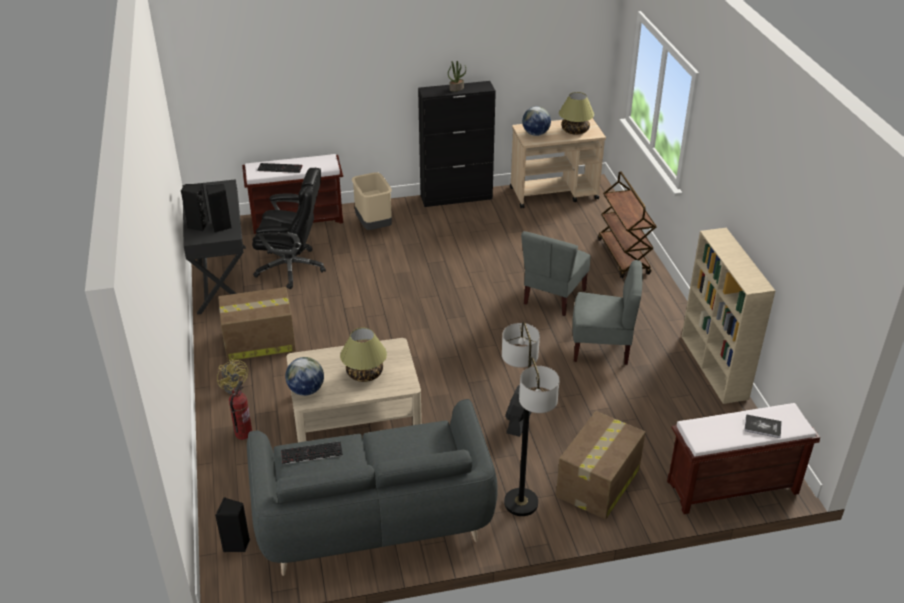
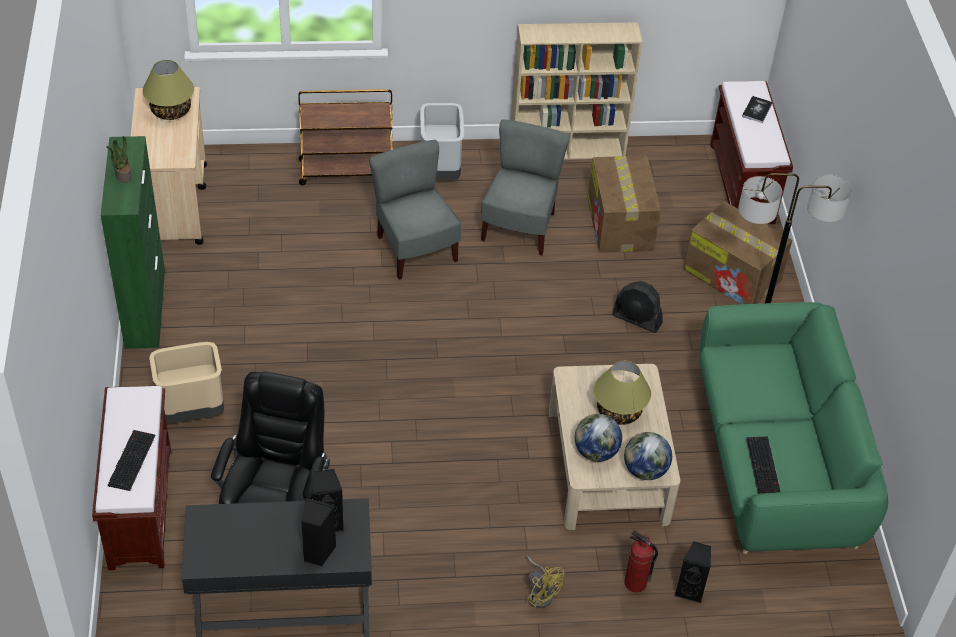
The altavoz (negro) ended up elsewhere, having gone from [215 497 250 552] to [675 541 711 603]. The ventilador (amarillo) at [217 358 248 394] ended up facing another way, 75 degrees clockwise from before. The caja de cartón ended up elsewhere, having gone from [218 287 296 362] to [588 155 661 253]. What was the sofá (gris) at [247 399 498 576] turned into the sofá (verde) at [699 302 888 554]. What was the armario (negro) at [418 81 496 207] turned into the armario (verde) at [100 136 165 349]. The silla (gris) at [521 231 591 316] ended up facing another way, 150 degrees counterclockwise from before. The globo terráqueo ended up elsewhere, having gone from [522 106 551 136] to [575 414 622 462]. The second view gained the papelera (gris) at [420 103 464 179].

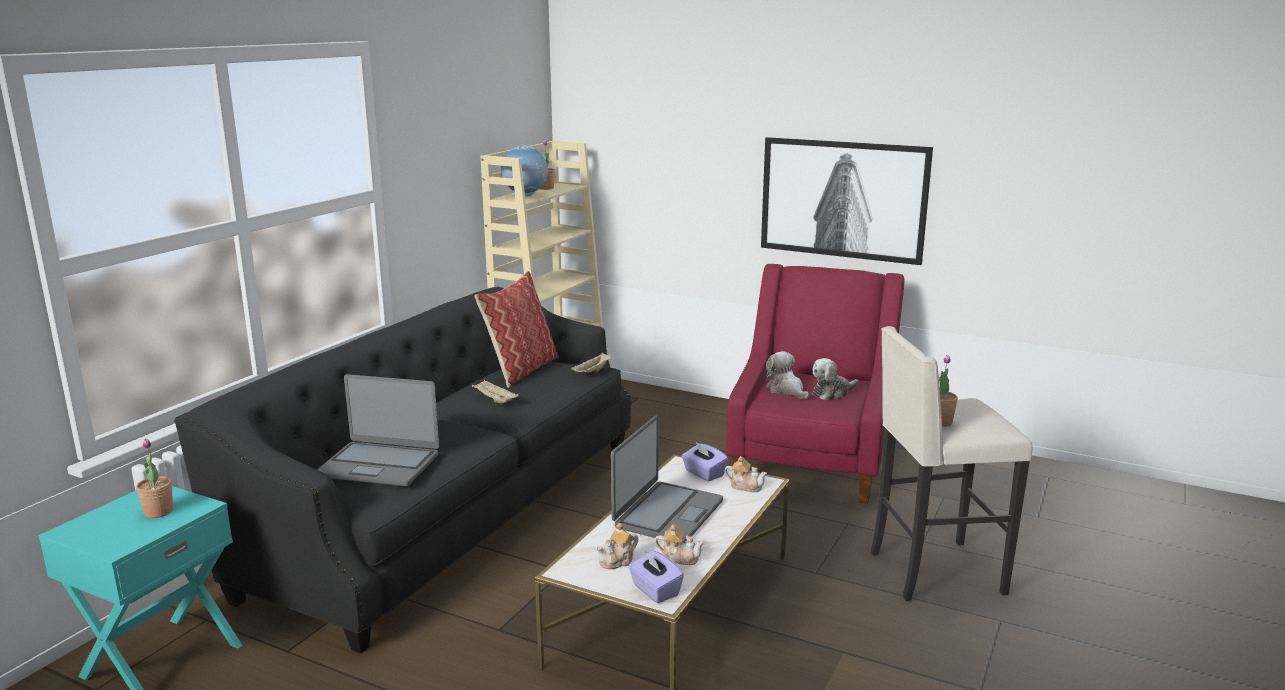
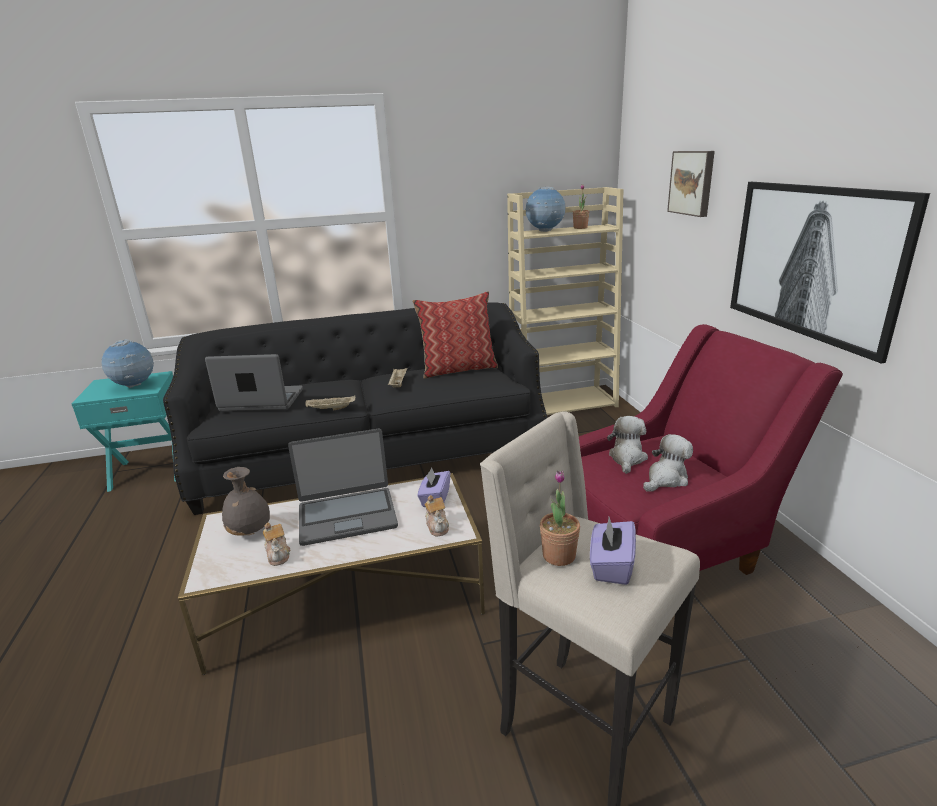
Where the planta en maceta stood at [136 438 173 518], the globo terráqueo came to stand at [101 339 154 388]. The portátil at [317 374 439 486] ended up facing another way, 120 degrees clockwise from before. The bandeja (beis) ended up elsewhere, having gone from [571 353 612 373] to [305 395 355 410]. Where the tetera stood at [596 523 638 569], the florero (gris) came to stand at [222 467 270 536]. The caja de pañuelos (morado) ended up elsewhere, having gone from [628 550 684 603] to [590 517 636 585]. The peluche at [812 358 859 400] ended up facing another way, 120 degrees clockwise from before. The second view gained the cuadro at [667 151 715 217].

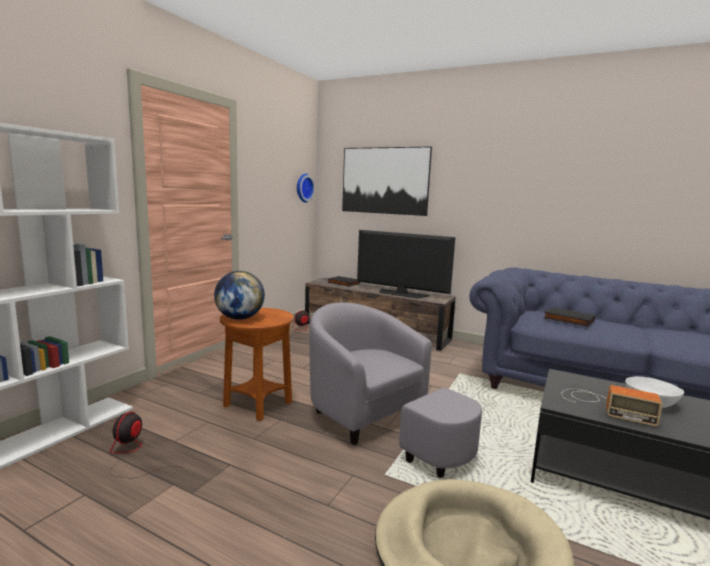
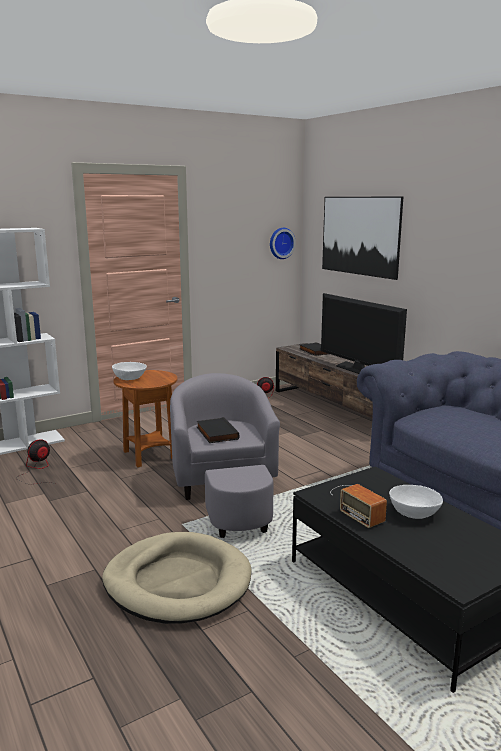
Where the globo terráqueo stood at [214 271 265 320], the cuenco (blanco) came to stand at [112 362 147 380]. The libro (negro) ended up elsewhere, having gone from [543 307 595 327] to [197 417 239 443].

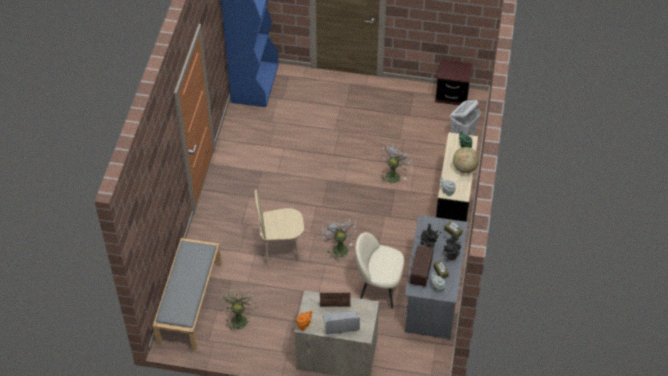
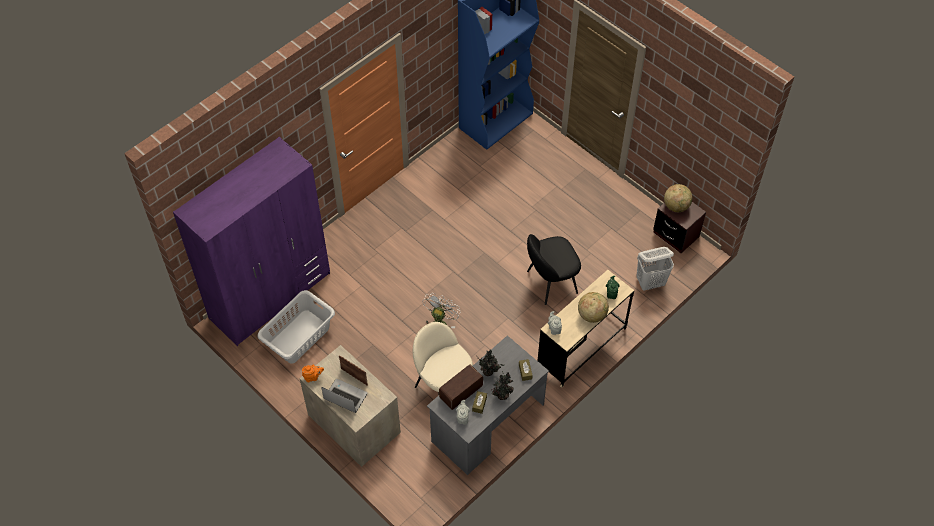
Where the banco (gris) stood at [153 238 222 350], the armario ropero (morado) came to stand at [173 137 330 346]. Where the ventilador (verde) stood at [220 291 257 333], the cesto de la ropa (gris) came to stand at [257 290 335 364]. The second view lost the silla (beis) at [255 190 304 265]. Where the ventilador (blanco) stood at [380 144 413 183], the silla (negro) came to stand at [527 234 581 305]. The second view gained the globo terráqueo at [664 184 693 212].

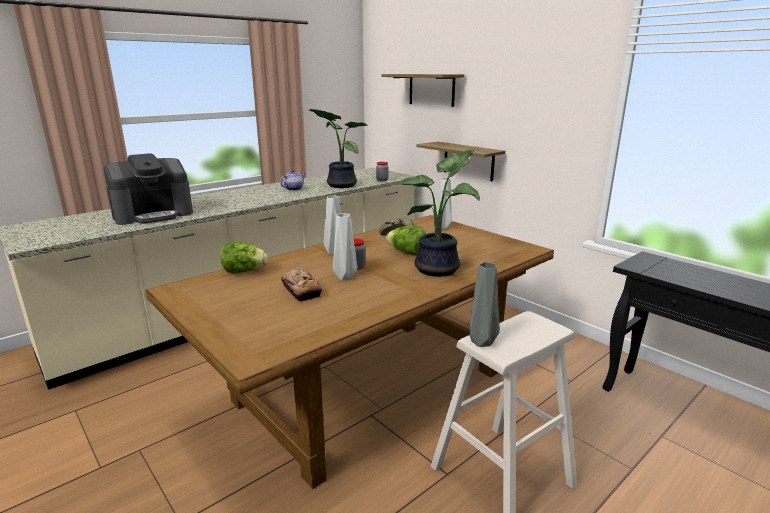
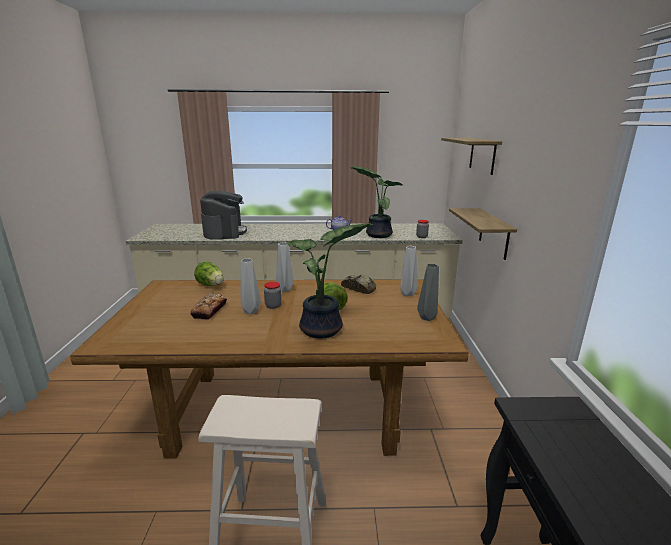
The cafetera at [104 153 193 225] ended up facing another way, 105 degrees counterclockwise from before. The florero (gris) ended up elsewhere, having gone from [469 262 500 347] to [417 264 439 321].

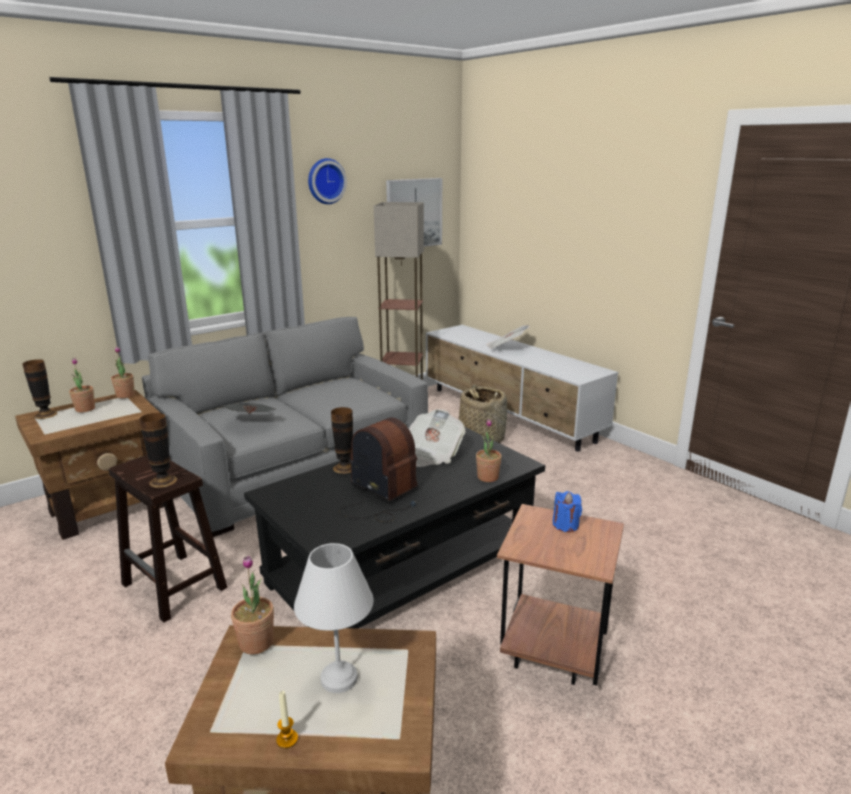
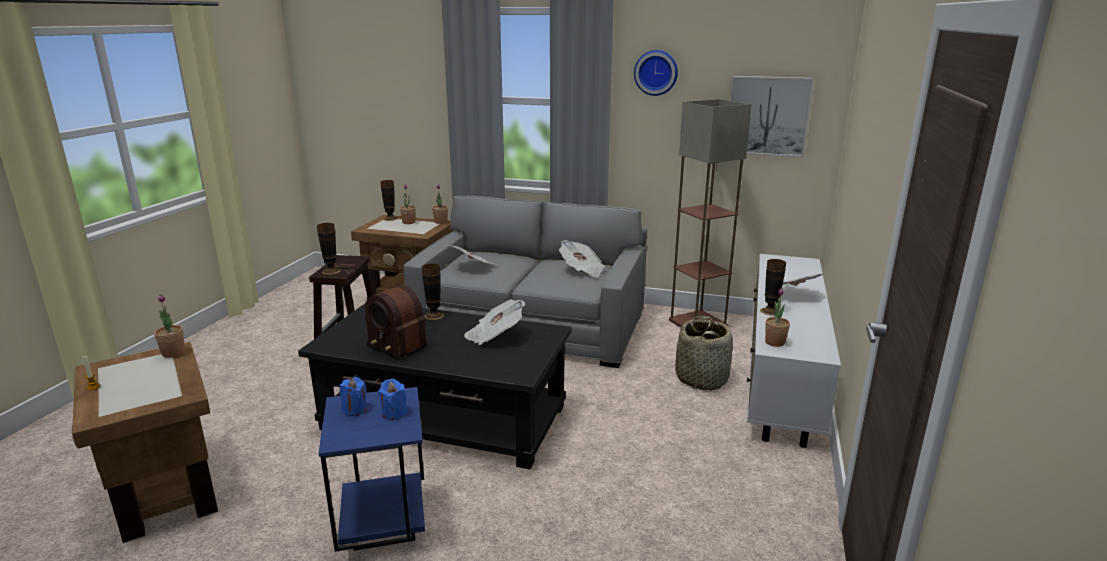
The second view lost the lámpara de mesa (blanco) at [294 543 374 693]. The radio at [338 418 419 522] ended up facing another way, 120 degrees clockwise from before. The planta en maceta ended up elsewhere, having gone from [476 419 502 482] to [765 288 790 347]. What was the mesa auxiliar (marrón) at [497 504 624 686] turned into the mesa auxiliar (azul) at [318 387 425 552]. The second view gained the vela (azul) at [340 377 367 416]. The second view gained the periódico at [559 240 605 278]. The second view gained the florero at [760 259 786 316].

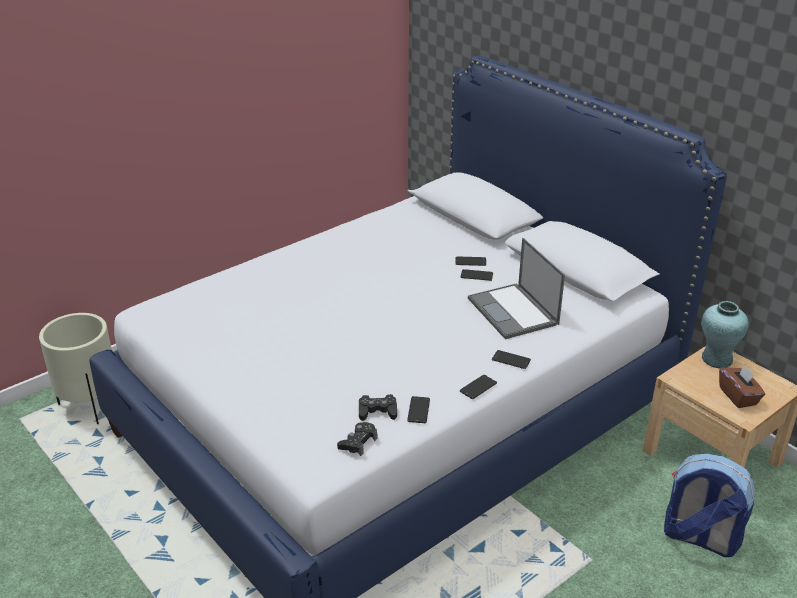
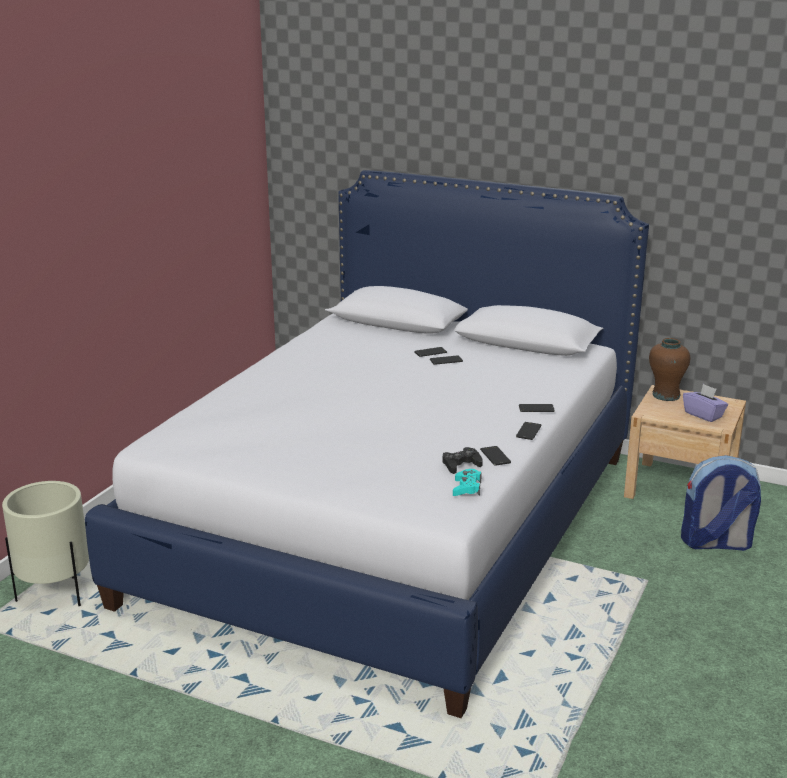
What was the mando de consola (negro) at [337 422 378 456] turned into the mando de consola (turquesa) at [453 469 482 496]. The second view lost the portátil at [468 238 565 339]. What was the florero (turquesa) at [702 301 749 369] turned into the florero (marrón) at [649 338 690 401]. What was the caja de pañuelos (marrón) at [719 364 765 408] turned into the caja de pañuelos (morado) at [683 384 728 422].

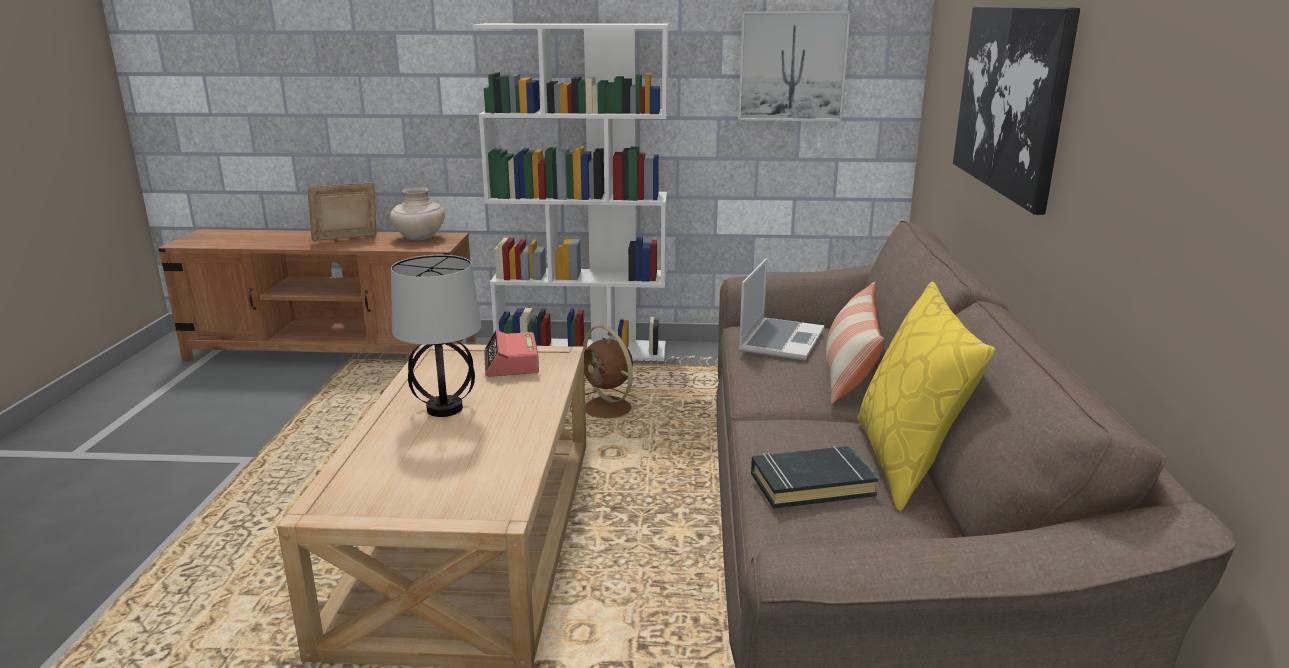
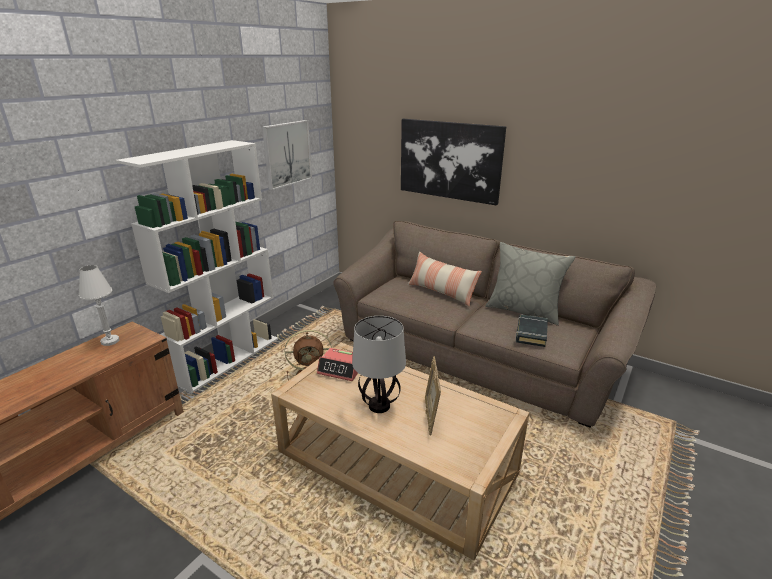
The portarretratos ended up elsewhere, having gone from [307 182 377 241] to [425 356 441 436]. Where the florero (beis) stood at [390 187 445 240], the lámpara de mesa (blanco) came to stand at [79 265 119 346]. The second view lost the portátil at [739 258 825 360]. What was the cojín (amarillo) at [857 282 995 512] turned into the cojín (gris) at [485 242 576 326].

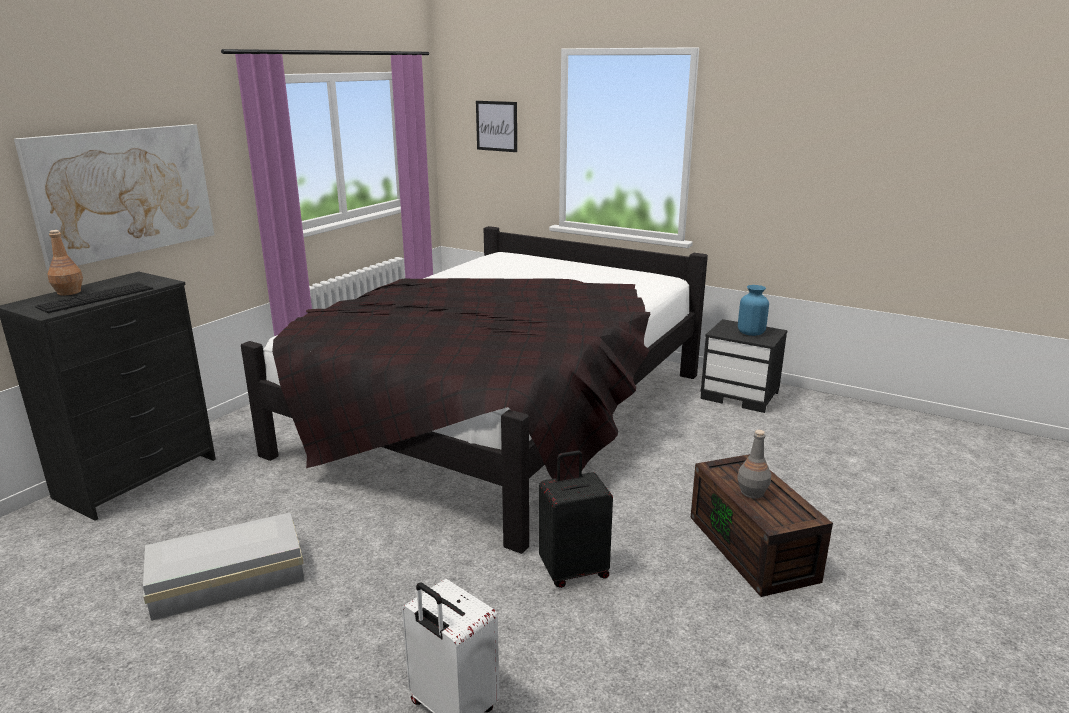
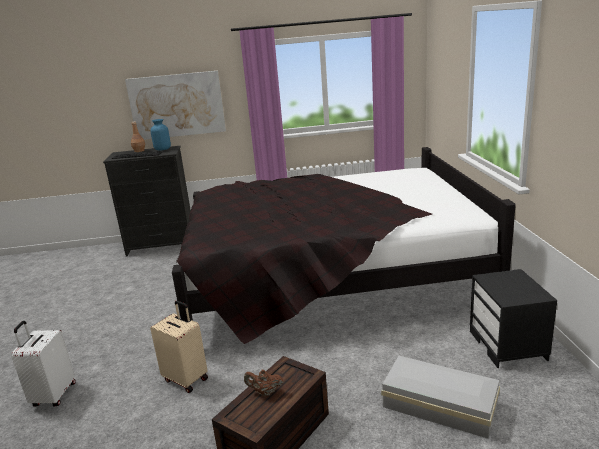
The caja de almacenaje (blanco) ended up elsewhere, having gone from [143 513 304 621] to [381 356 500 438]. The second view lost the cuadro at [476 101 517 152]. What was the maleta (negro) at [539 451 613 588] turned into the maleta (beis) at [150 301 208 393]. Where the botella (gris) stood at [737 430 771 499], the tetera (marrón) came to stand at [244 370 283 395]. The florero (azul) ended up elsewhere, having gone from [738 285 769 336] to [150 119 171 151].

